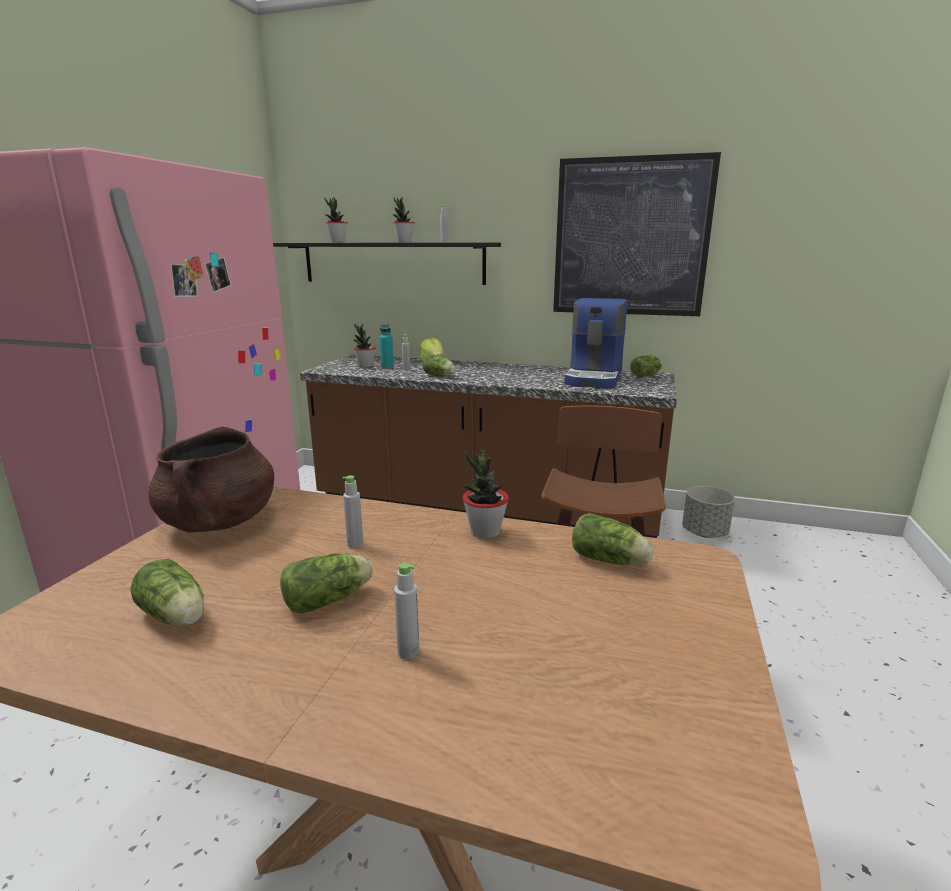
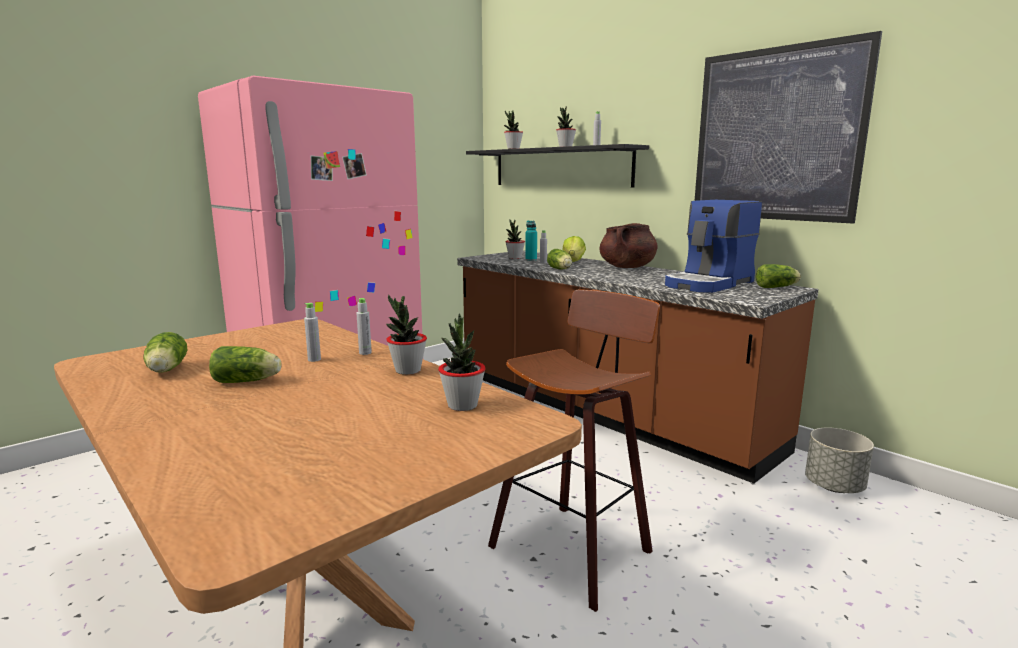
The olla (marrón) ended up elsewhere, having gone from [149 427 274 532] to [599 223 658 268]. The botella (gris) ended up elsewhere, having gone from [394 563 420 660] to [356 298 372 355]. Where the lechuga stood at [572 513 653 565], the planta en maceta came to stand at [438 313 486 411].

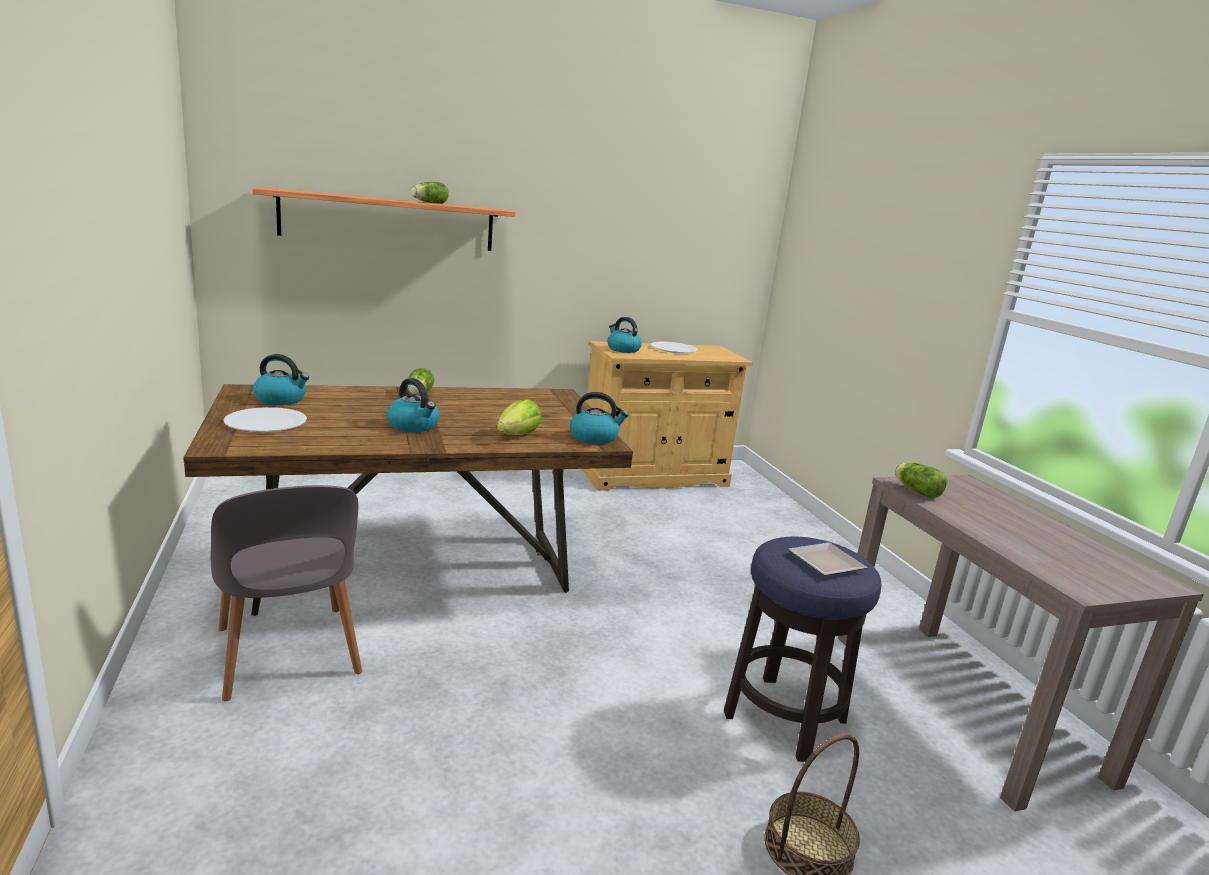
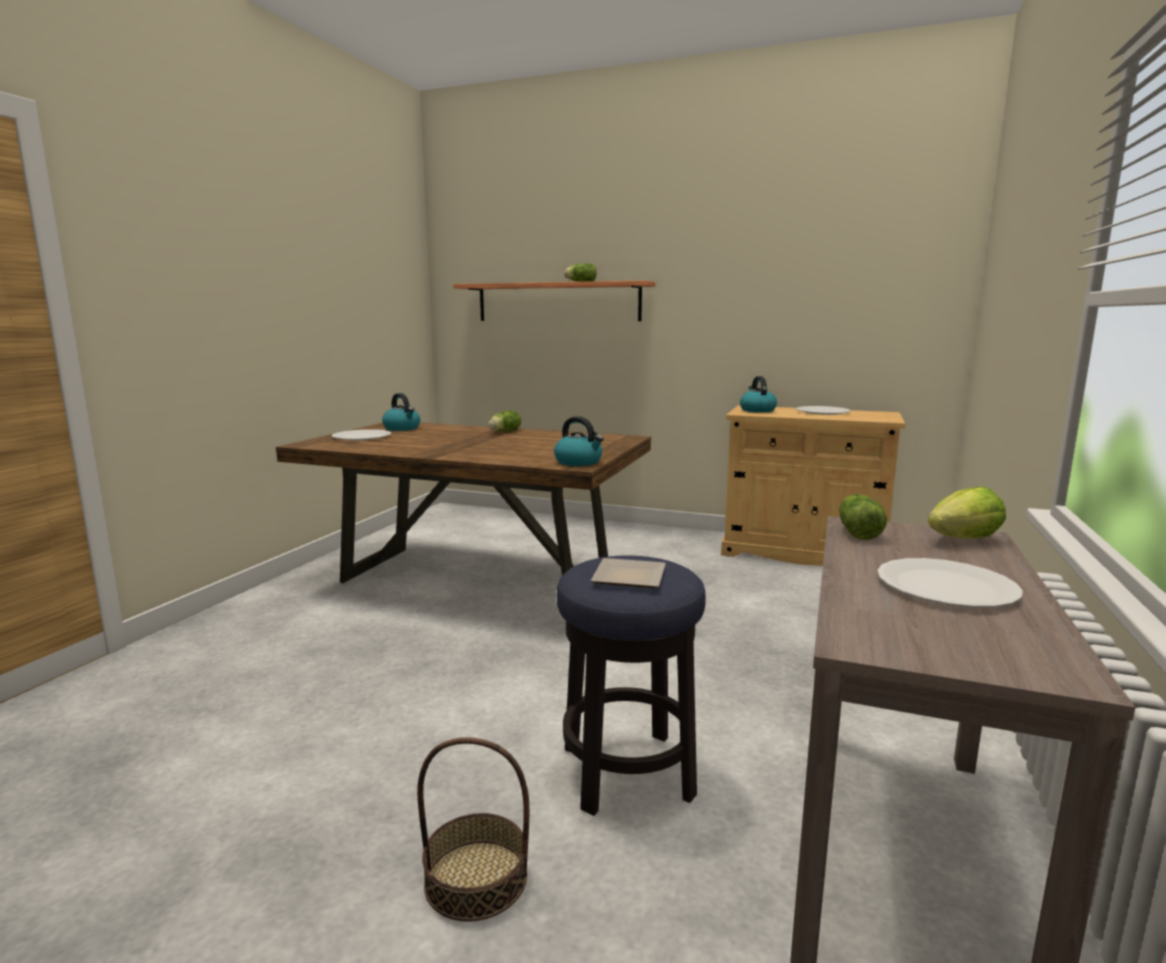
The second view lost the silla (gris) at [211 485 362 701]. The second view lost the hervidor at [387 378 439 432]. The lechuga ended up elsewhere, having gone from [497 399 542 435] to [928 486 1006 538]. The second view gained the plato (blanco) at [877 558 1023 608].

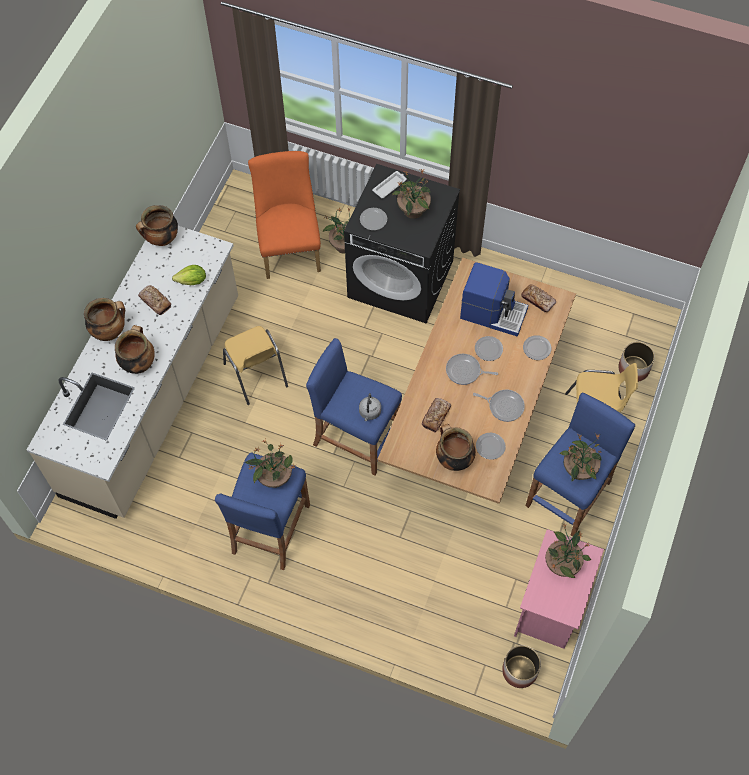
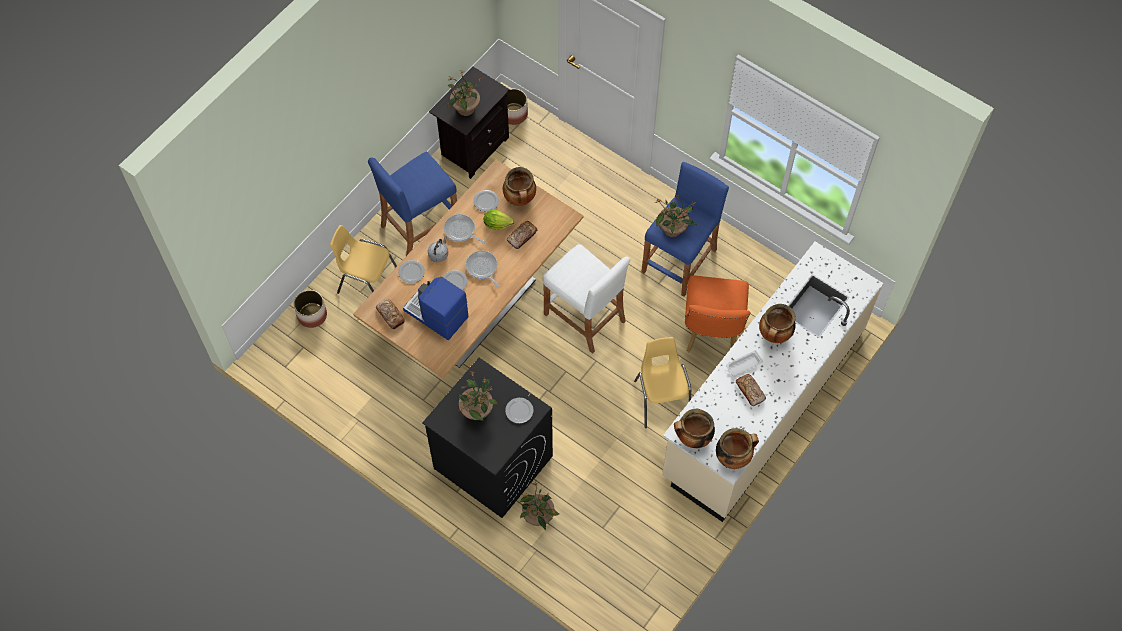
The olla ended up elsewhere, having gone from [84 298 125 341] to [674 409 715 448]. The lechuga ended up elsewhere, having gone from [172 265 206 285] to [484 210 515 230]. The silla (naranja) ended up elsewhere, having gone from [248 151 321 279] to [685 275 751 352]. What was the taburete (azul) at [306 338 402 475] turned into the taburete (blanco) at [543 244 630 354]. The hervidor (gris) ended up elsewhere, having gone from [359 393 381 421] to [428 236 448 262]. The bandeja (blanco) ended up elsewhere, having gone from [372 171 407 199] to [726 350 763 377]. The sartén at [446 354 498 385] ended up facing another way, 150 degrees counterclockwise from before. What was the mesita de noche (rosa) at [514 529 604 649] turned into the mesita de noche (negro) at [429 66 510 179]. The second view lost the planta en maceta at [560 433 601 482].

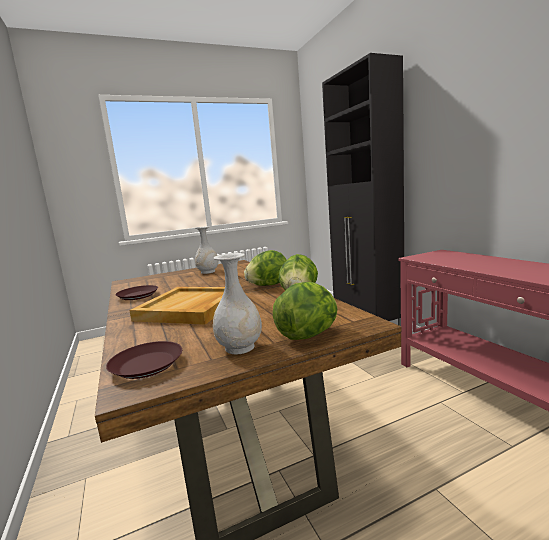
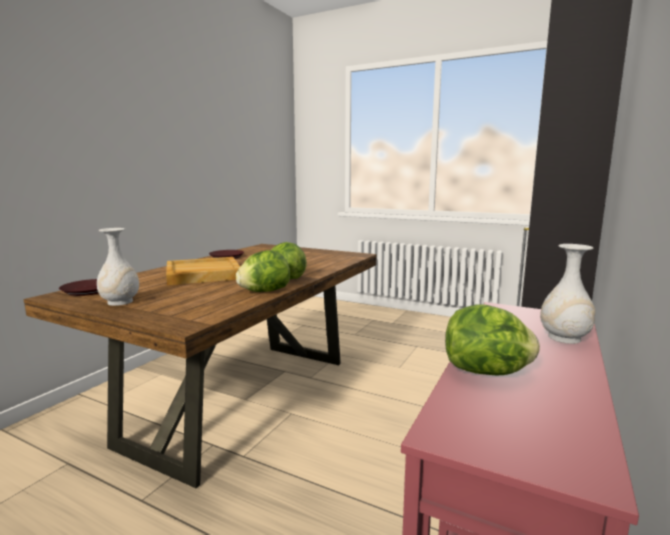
The florero (blanco) ended up elsewhere, having gone from [195 226 218 274] to [540 244 595 344]. The lechuga ended up elsewhere, having gone from [273 282 338 340] to [445 305 540 375].

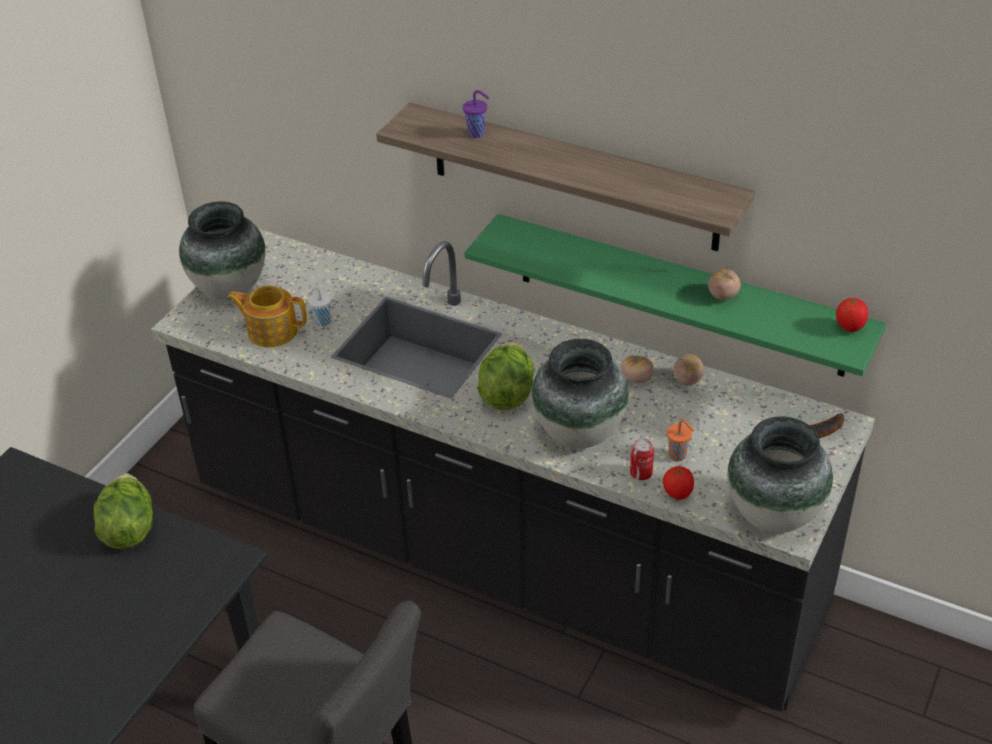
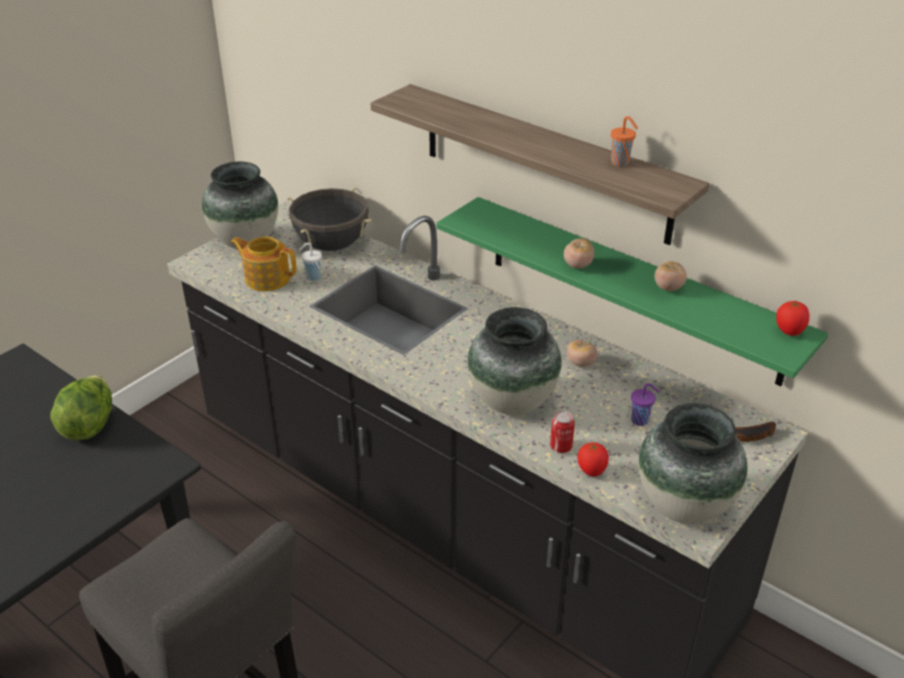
The taza (morado) ended up elsewhere, having gone from [463 90 489 138] to [631 383 659 426]. The second view lost the lechuga at [477 342 534 410]. The taza (naranja) ended up elsewhere, having gone from [667 420 694 462] to [611 116 638 167]. The tomate ended up elsewhere, having gone from [673 354 704 386] to [564 238 595 268]. The second view gained the olla (negro) at [288 187 372 251].

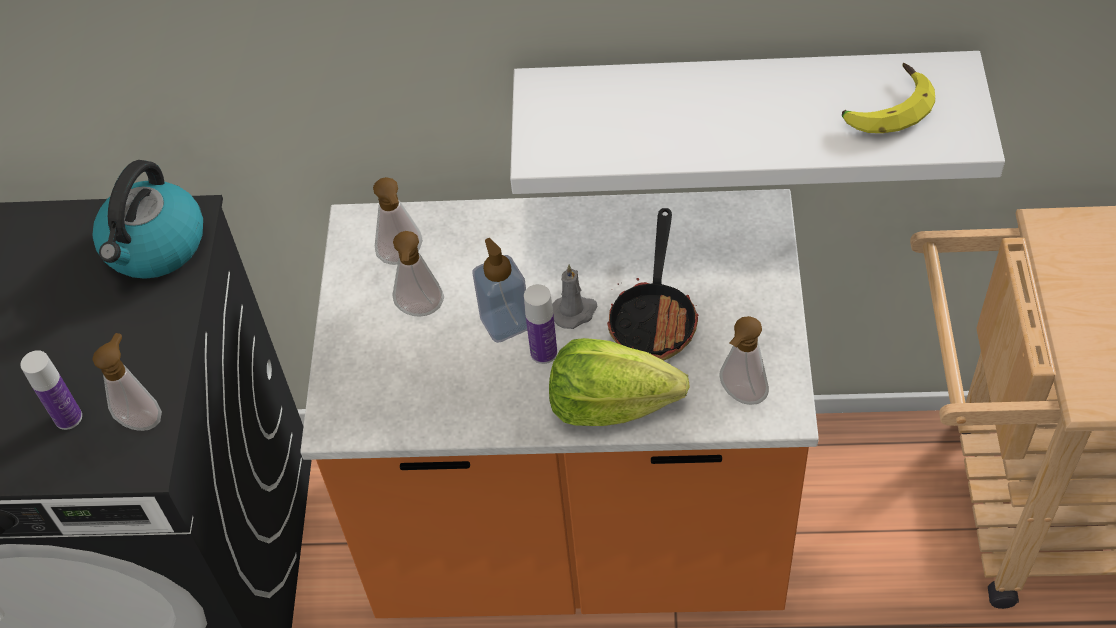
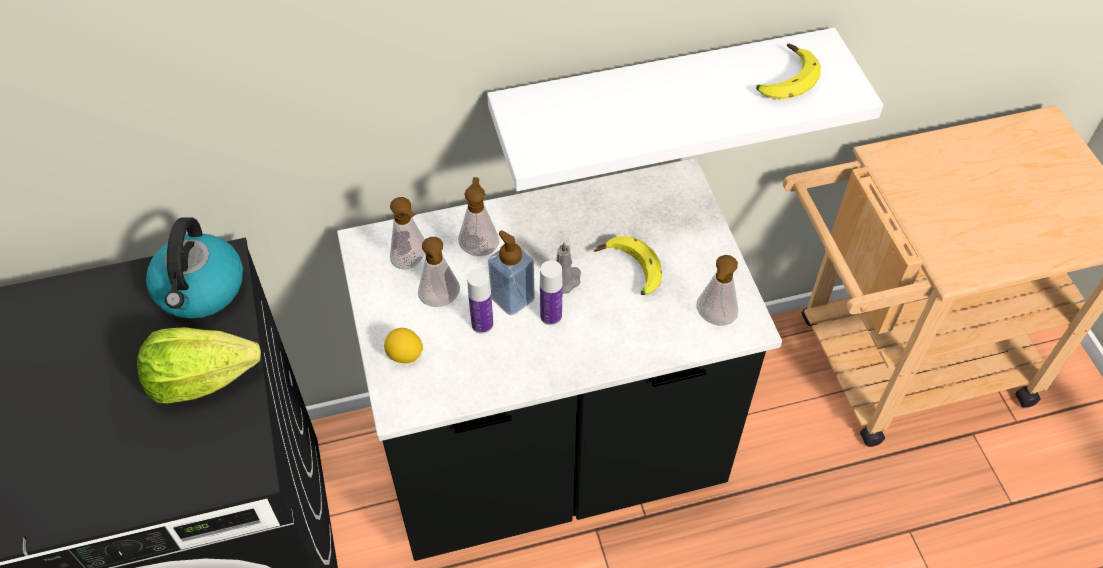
The botella ended up elsewhere, having gone from [20 350 82 430] to [467 269 493 334]. The dispensador de jabón ended up elsewhere, having gone from [92 333 162 431] to [458 177 499 256]. What was the mueble bajo de cocina (naranja) at [300 189 819 618] turned into the mueble bajo de cocina (negro) at [337 158 782 561]. The lechuga ended up elsewhere, having gone from [549 338 690 426] to [137 327 261 404]. Where the sartén stood at [607 208 698 361], the plátano came to stand at [594 236 662 295]. The second view gained the limón at [384 328 423 363].

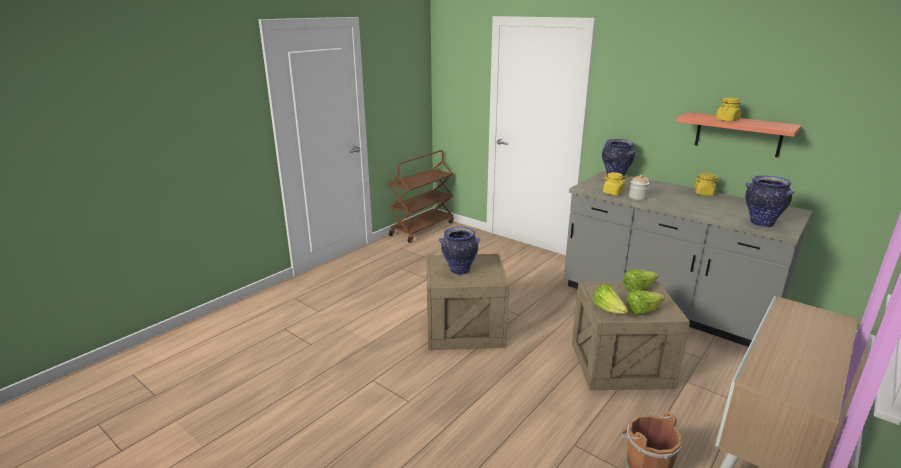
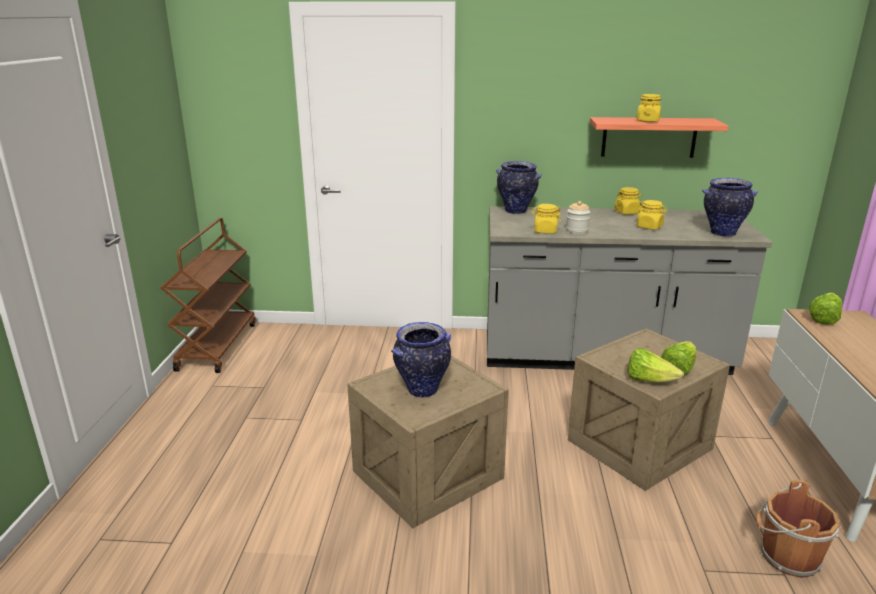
The lechuga ended up elsewhere, having gone from [623 269 658 291] to [809 293 842 325]. The second view gained the tarro (amarillo) at [636 200 667 230].

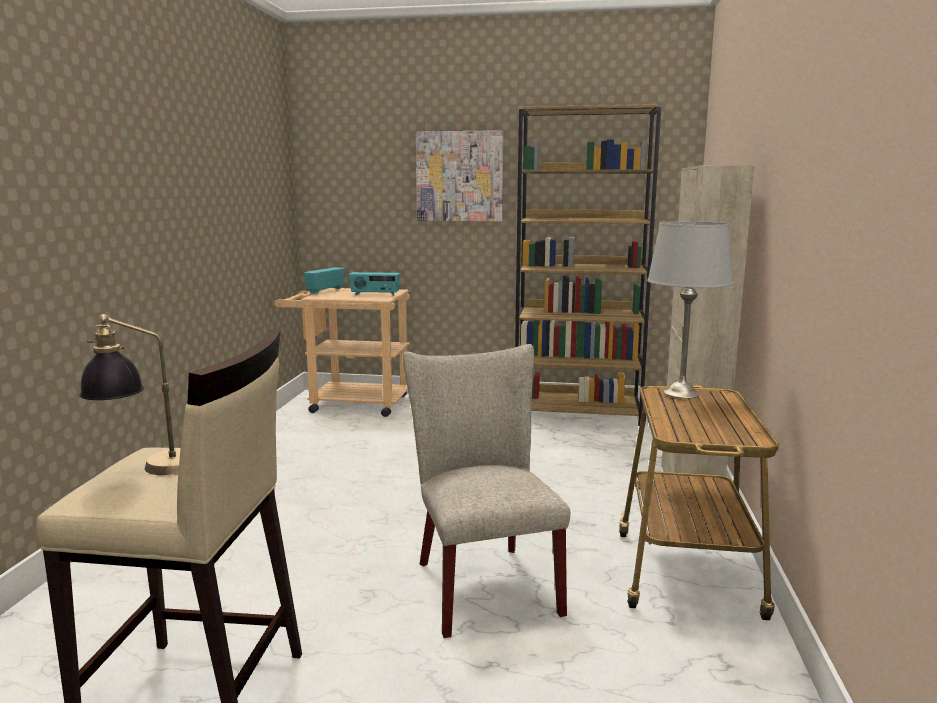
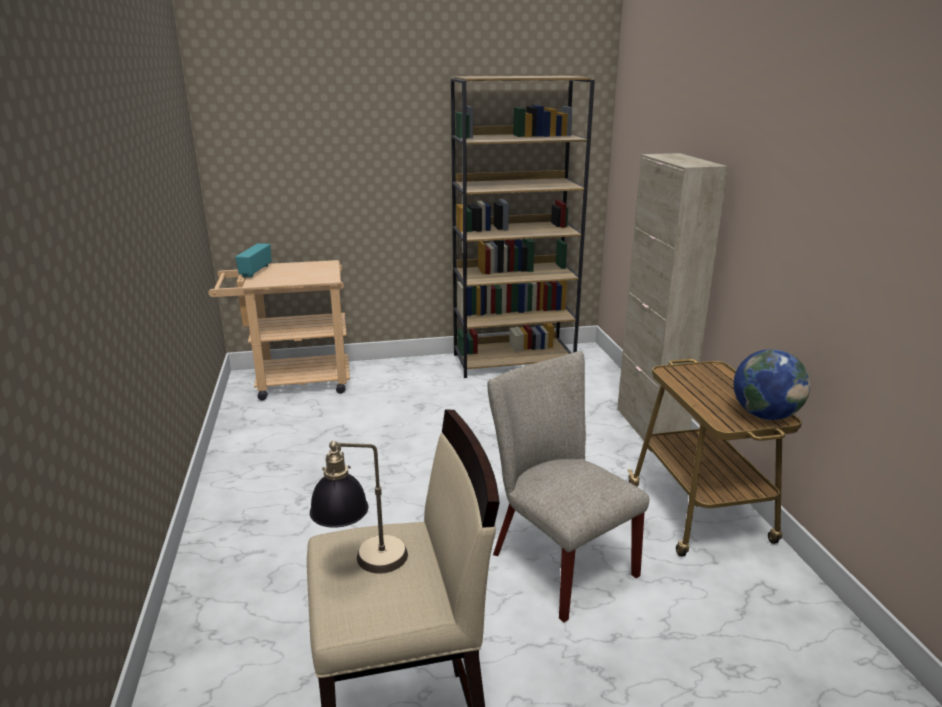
The second view lost the radio at [349 272 400 296]. The second view lost the cuadro at [416 130 504 221]. The second view lost the lámpara de mesa (gris) at [647 221 734 399]. The second view gained the globo terráqueo at [734 349 811 420].

